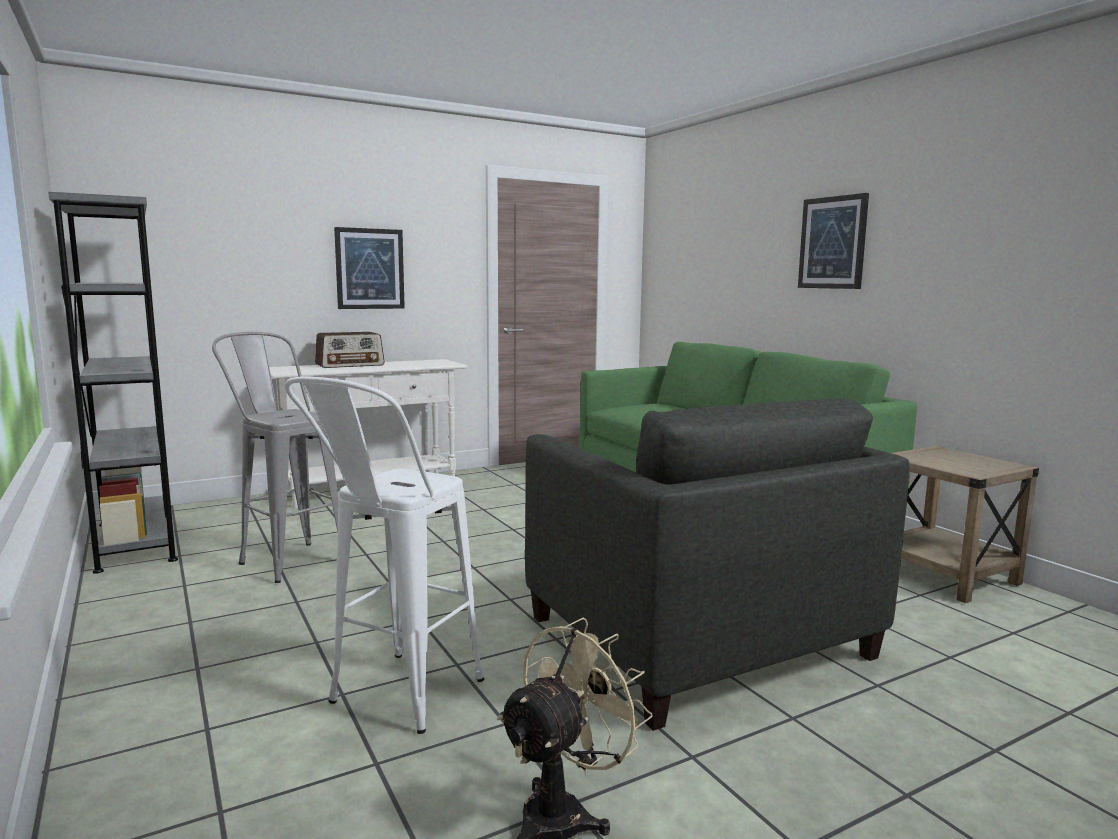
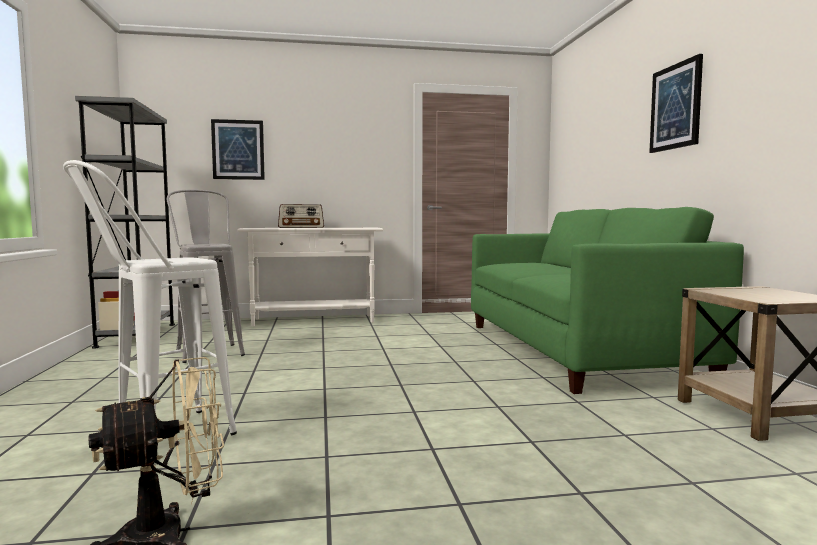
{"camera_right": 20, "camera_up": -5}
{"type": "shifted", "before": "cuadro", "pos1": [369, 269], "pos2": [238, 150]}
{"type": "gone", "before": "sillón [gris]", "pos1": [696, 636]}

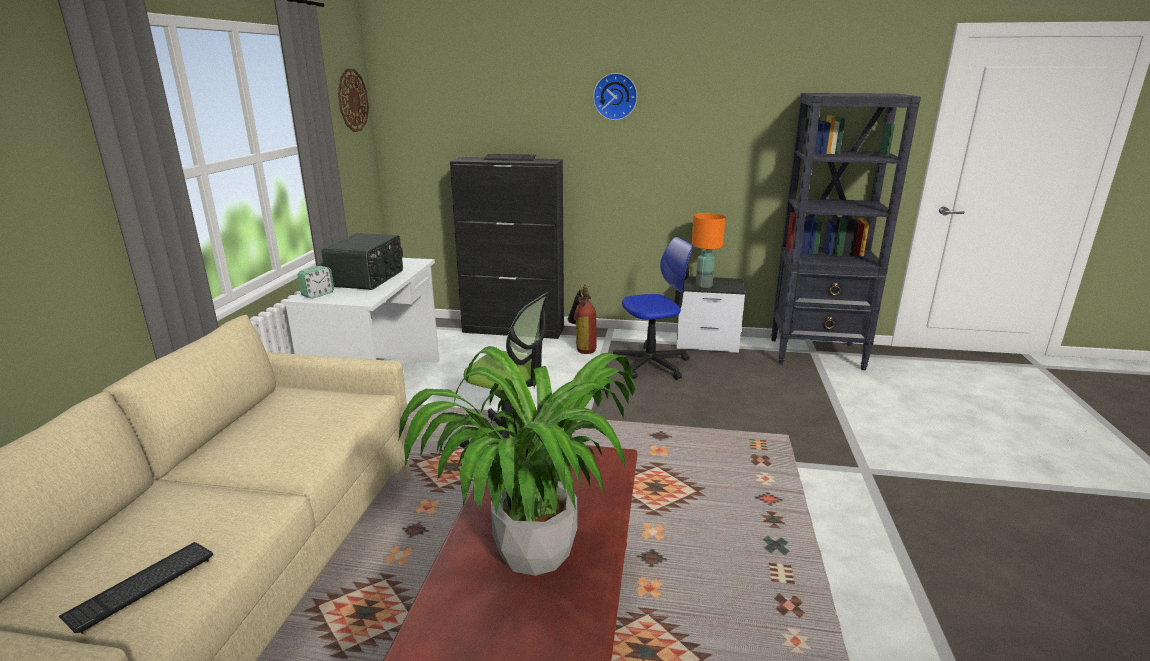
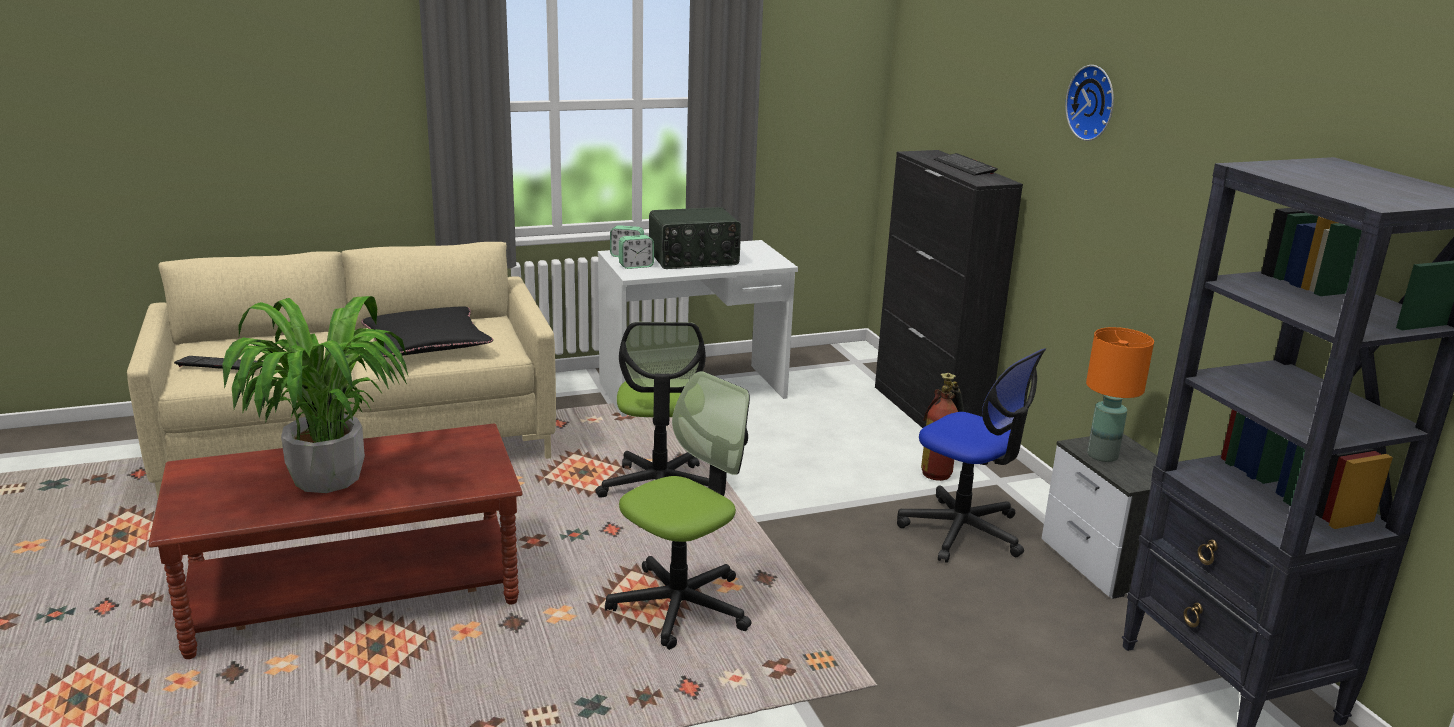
{"camera_right": 60, "camera_up": 0}
{"type": "new", "after": "cojín [negro]", "pos2": [426, 343]}
{"type": "new", "after": "silla de oficina", "pos2": [680, 606]}
{"type": "new", "after": "despertador", "pos2": [636, 266]}
{"type": "gone", "before": "reloj de pared", "pos1": [352, 100]}

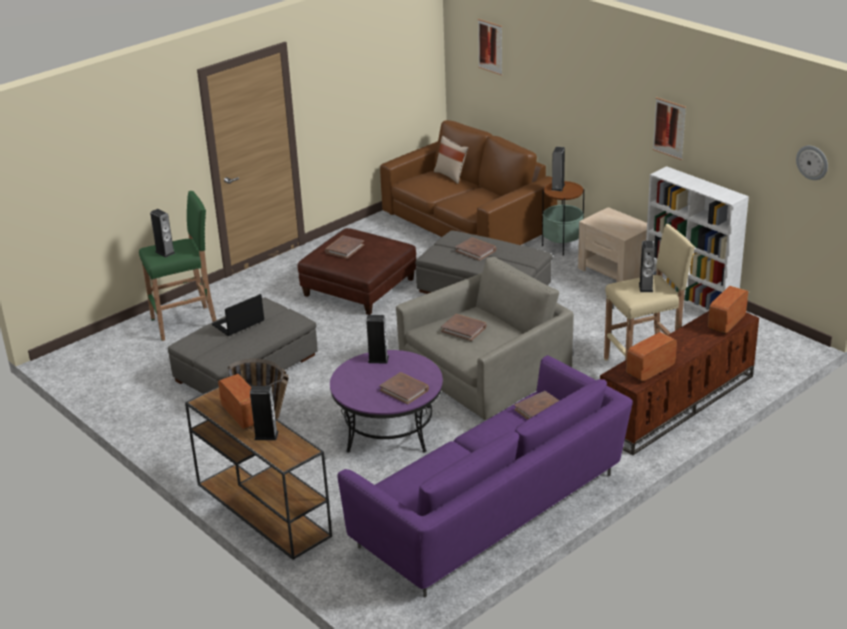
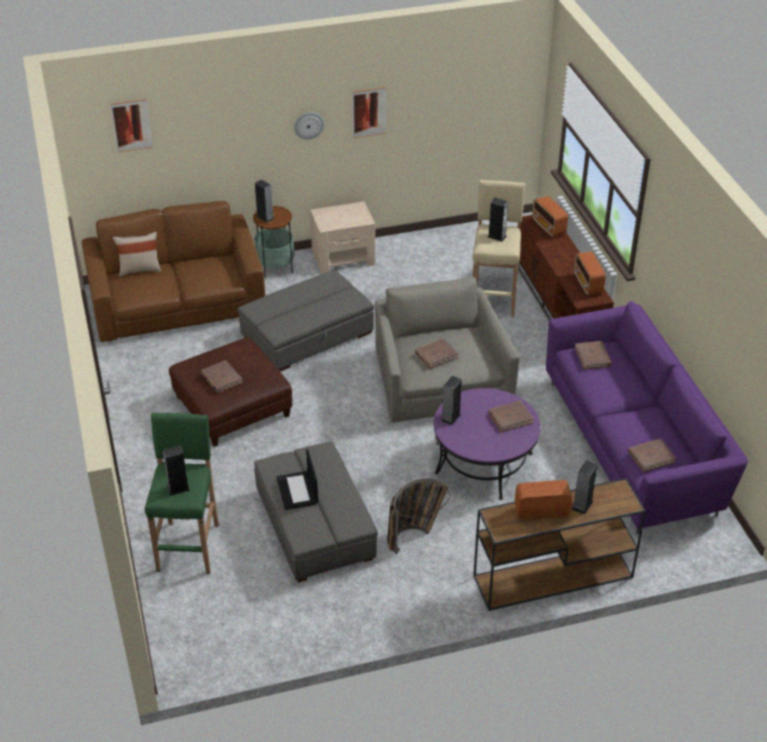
{"camera_right": -65, "camera_up": 10}
{"type": "shifted", "before": "reloj de pared", "pos1": [812, 162], "pos2": [309, 125]}
{"type": "shifted", "before": "libro [marrón]", "pos1": [476, 250], "pos2": [651, 457]}
{"type": "gone", "before": "estantería [blanco]", "pos1": [690, 297]}

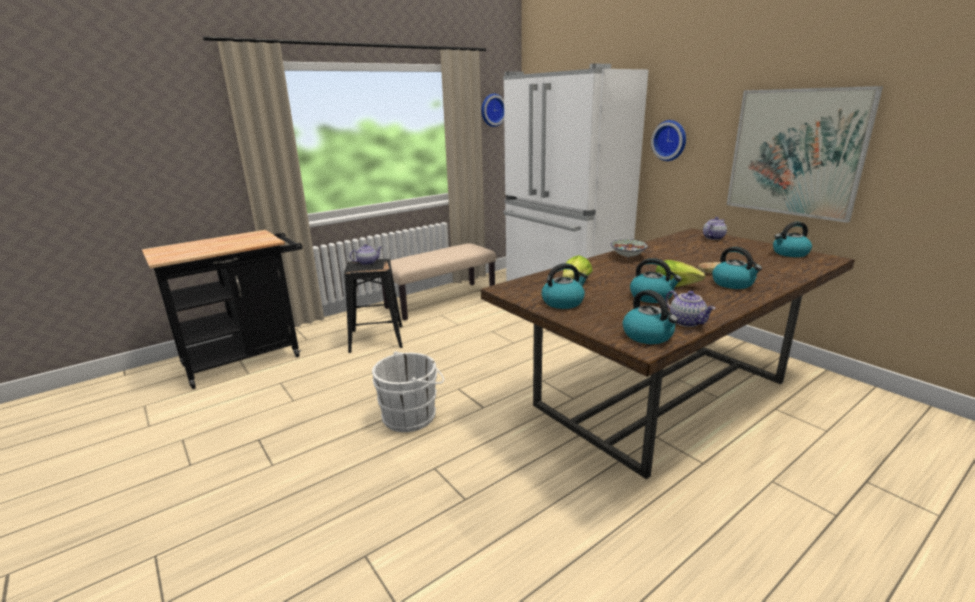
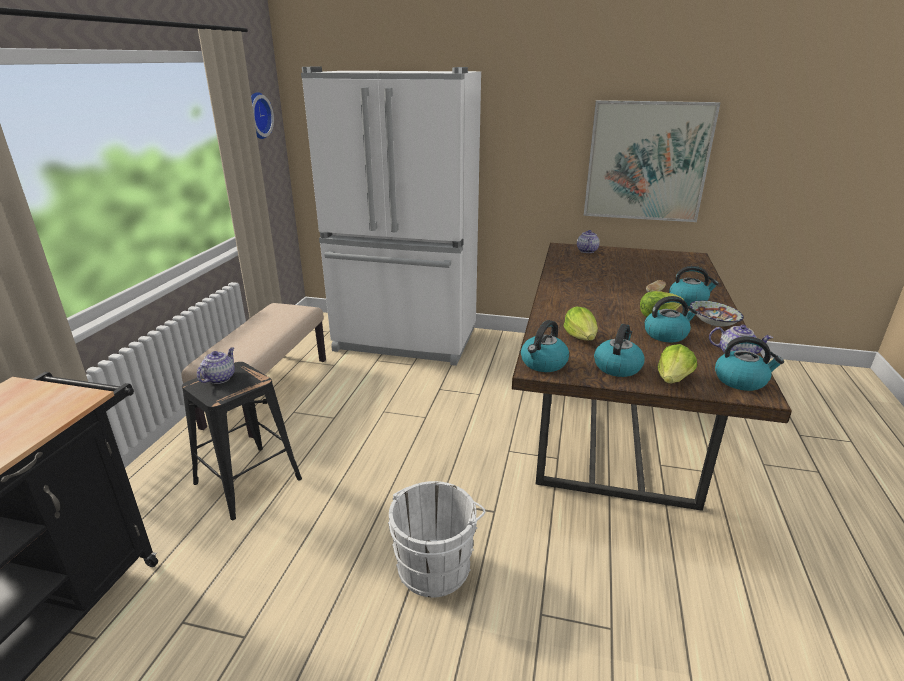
{"camera_right": -40, "camera_up": 5}
{"type": "shifted", "before": "hervidor", "pos1": [790, 253], "pos2": [543, 363]}
{"type": "new", "after": "lechuga", "pos2": [673, 379]}
{"type": "shifted", "before": "cuenco", "pos1": [627, 256], "pos2": [712, 324]}
{"type": "gone", "before": "reloj de pared", "pos1": [670, 140]}

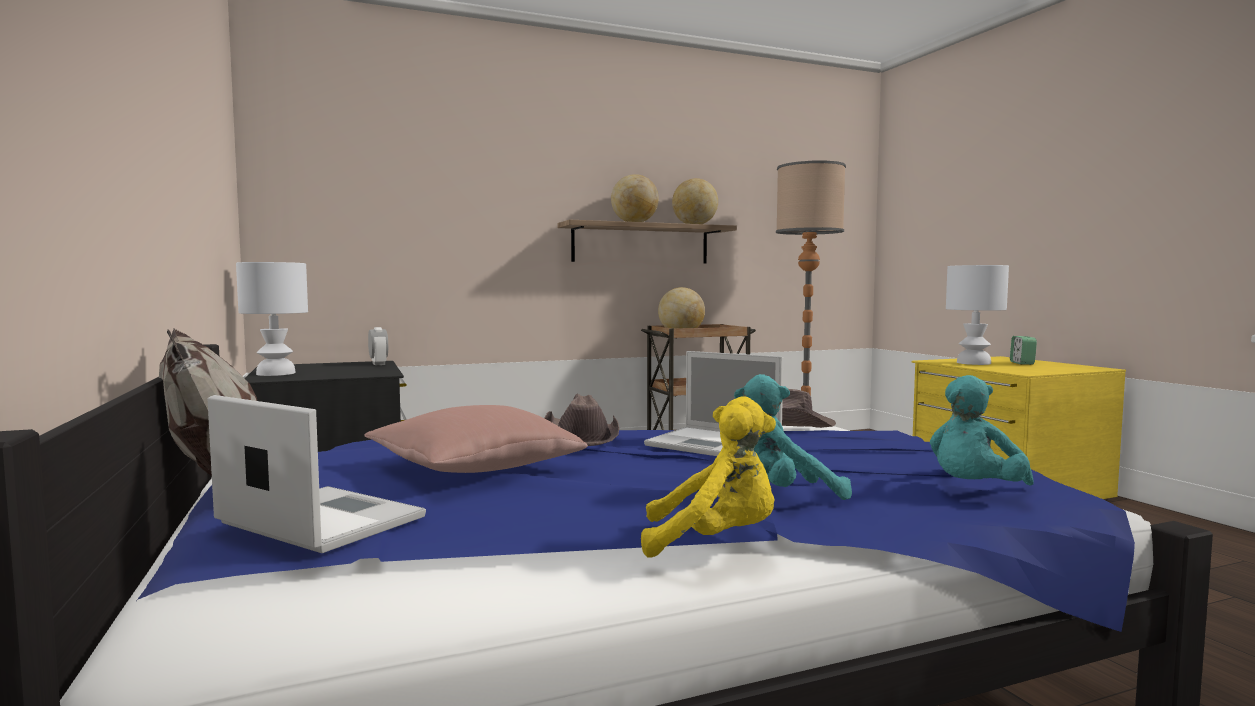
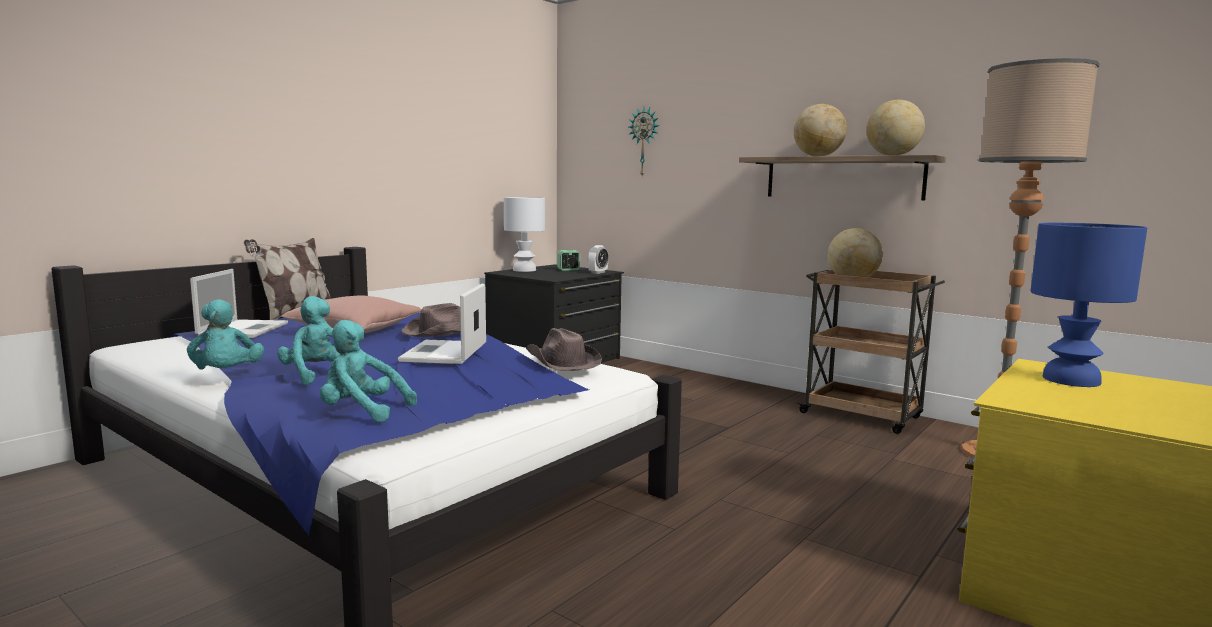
{"camera_right": 60, "camera_up": 5}
{"type": "repainted", "before": "peluche [amarillo]", "after": "peluche [turquesa]", "pos1": [714, 542], "pos2": [227, 375]}
{"type": "shifted", "before": "despertador", "pos1": [1022, 363], "pos2": [568, 270]}
{"type": "new", "after": "reloj de pared", "pos2": [644, 142]}
{"type": "repainted", "before": "lámpara de mesa [blanco]", "after": "lámpara de mesa [azul]", "pos1": [973, 363], "pos2": [1069, 380]}

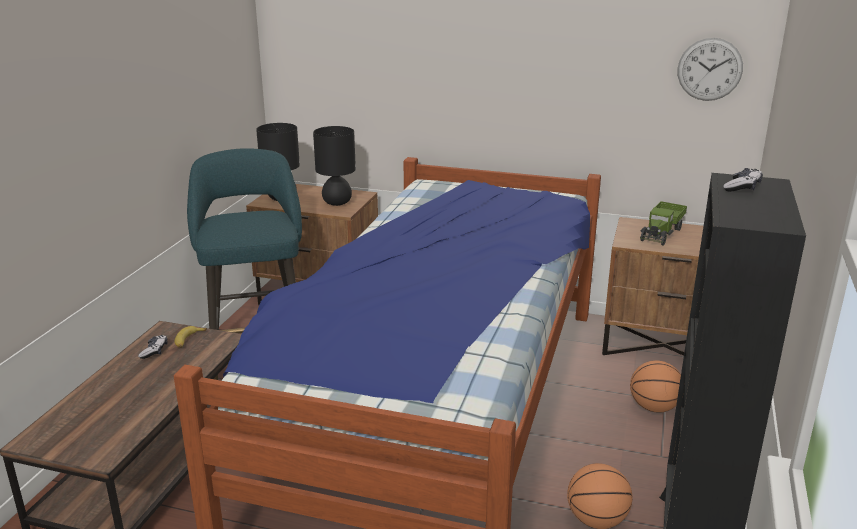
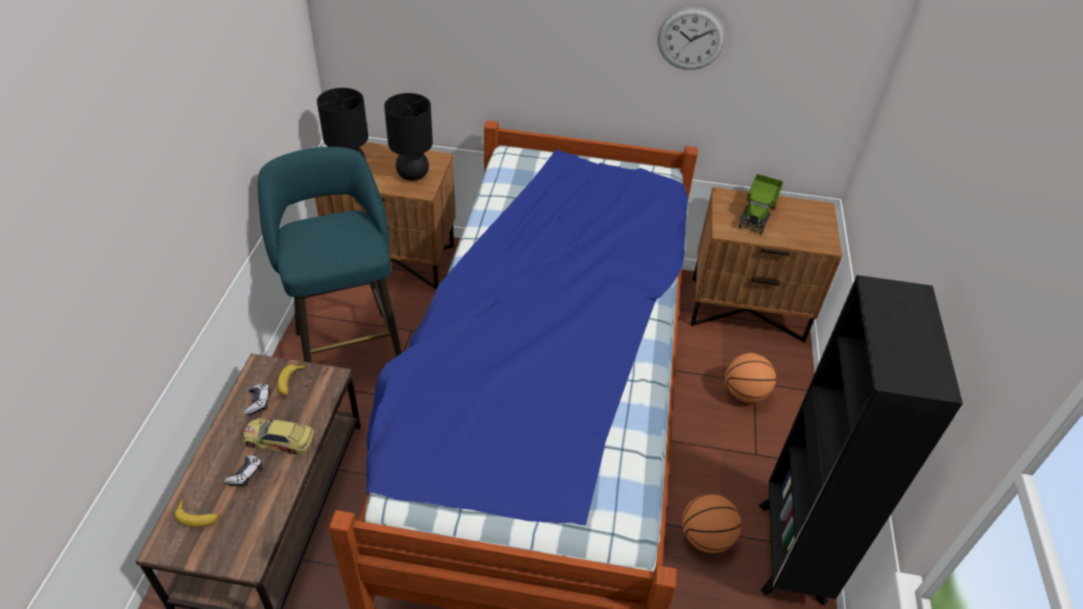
{"camera_right": -10, "camera_up": 20}
{"type": "new", "after": "plátano", "pos2": [198, 516]}
{"type": "shifted", "before": "mando de consola", "pos1": [742, 188], "pos2": [246, 474]}
{"type": "new", "after": "coche de juguete", "pos2": [278, 439]}
{"type": "shifted", "before": "reloj de pared", "pos1": [709, 69], "pos2": [691, 39]}

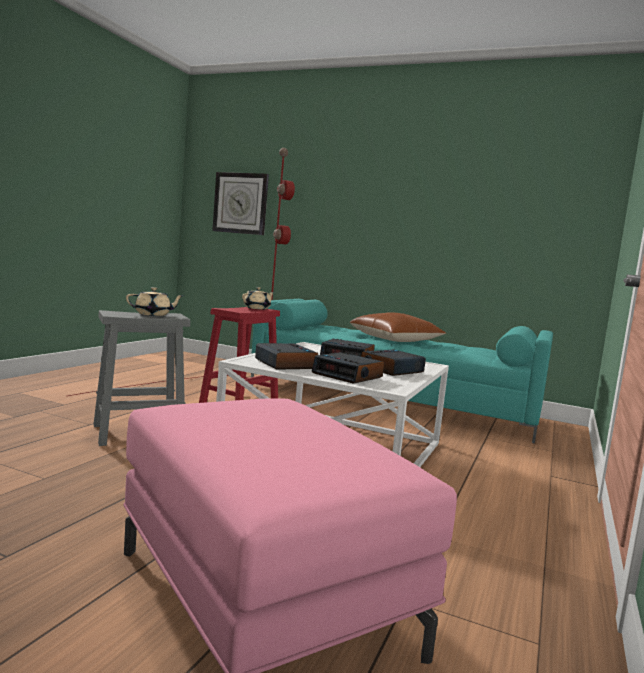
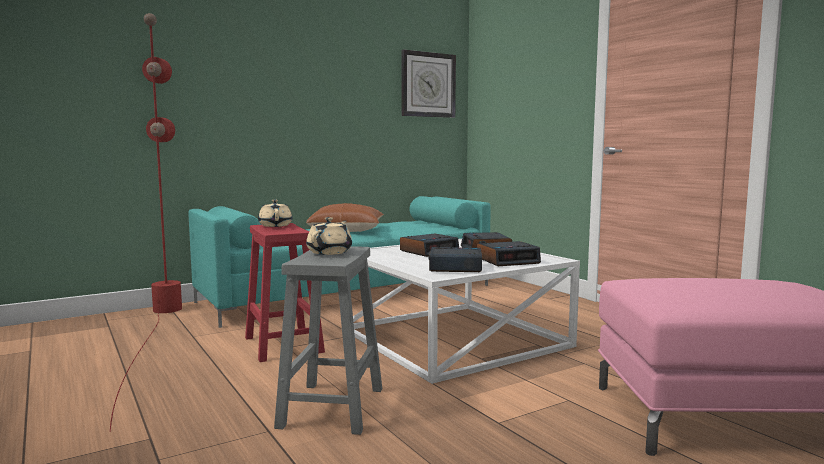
{"camera_right": -55, "camera_up": 0}
{"type": "shifted", "before": "reloj de pared", "pos1": [240, 203], "pos2": [428, 85]}

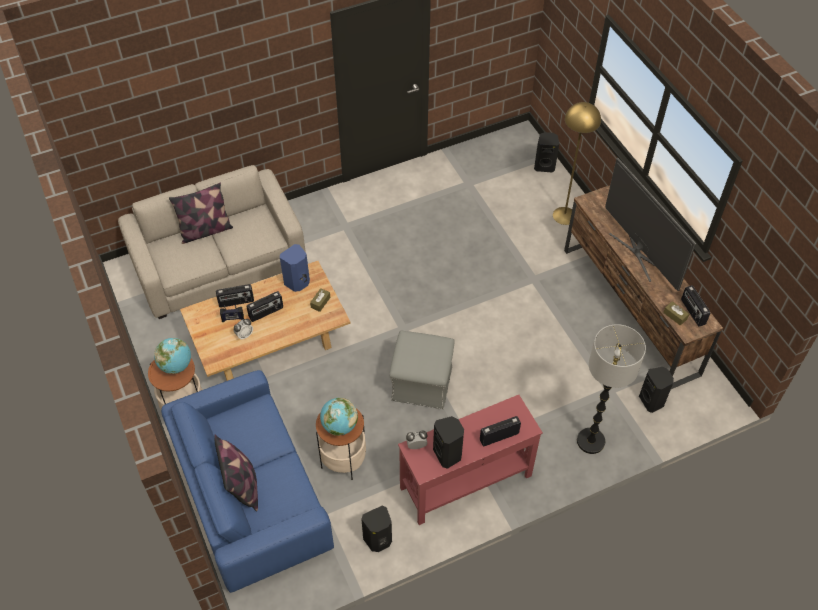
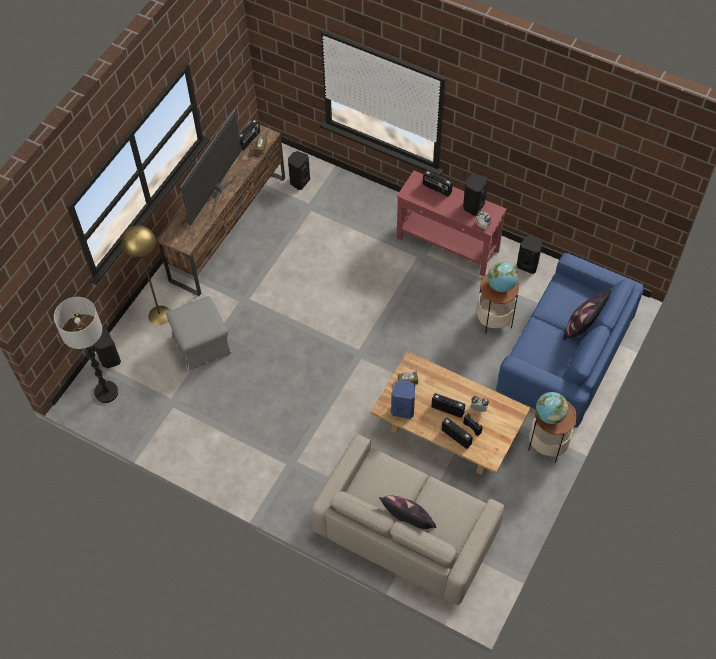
{"camera_right": -125, "camera_up": 5}
{"type": "shifted", "before": "lámpara de pie", "pos1": [590, 441], "pos2": [106, 392]}
{"type": "shifted", "before": "puf [gris]", "pos1": [421, 383], "pos2": [202, 345]}

